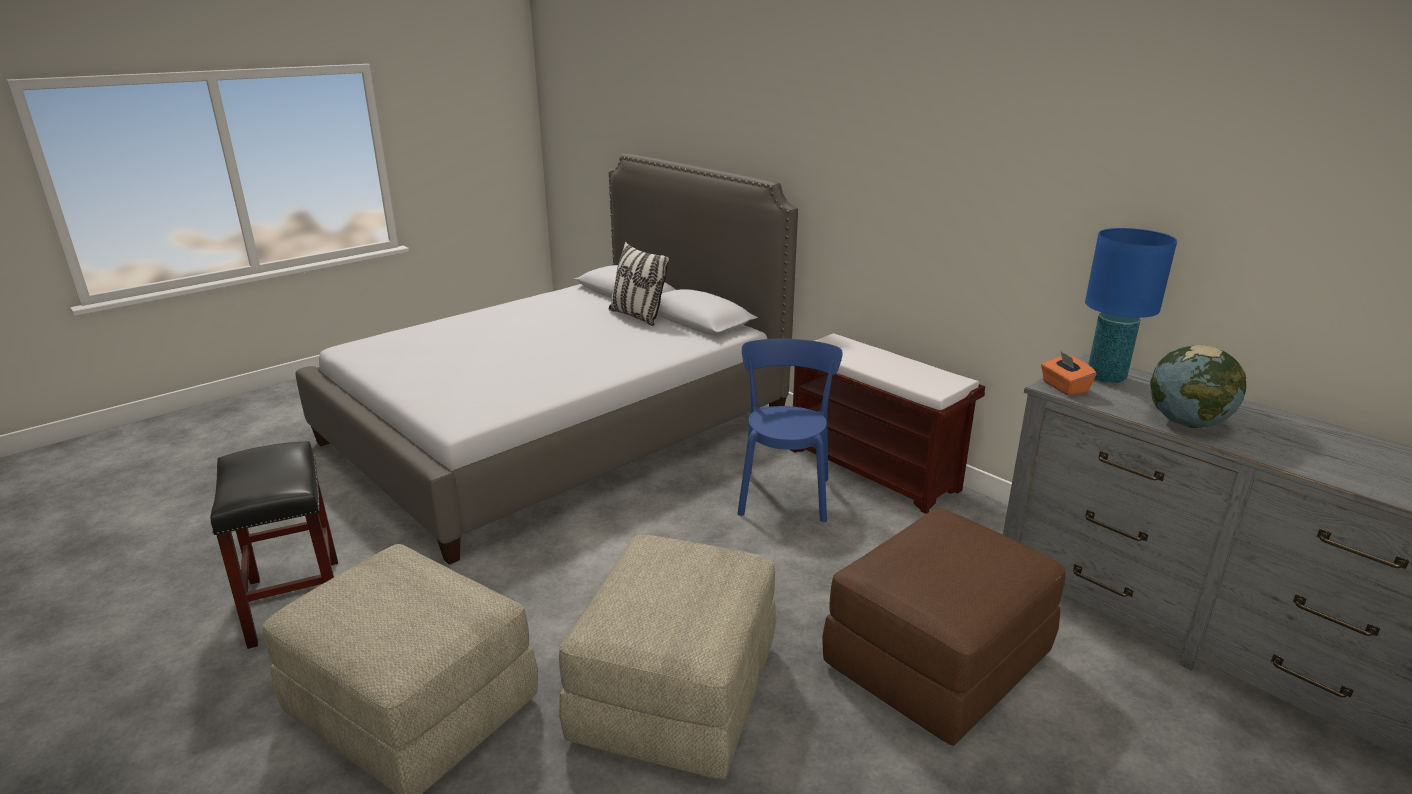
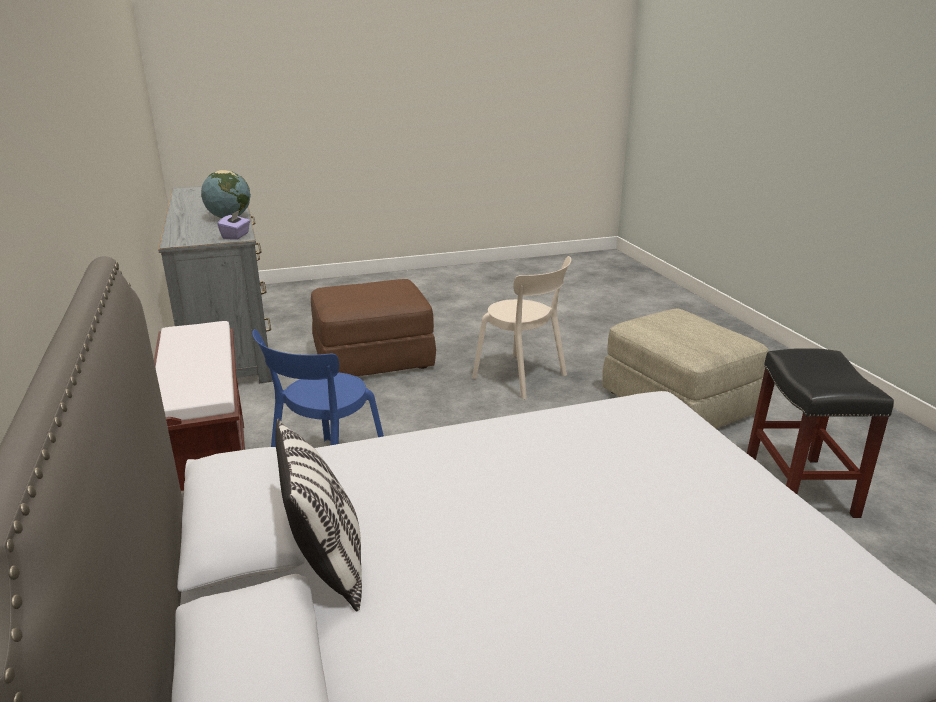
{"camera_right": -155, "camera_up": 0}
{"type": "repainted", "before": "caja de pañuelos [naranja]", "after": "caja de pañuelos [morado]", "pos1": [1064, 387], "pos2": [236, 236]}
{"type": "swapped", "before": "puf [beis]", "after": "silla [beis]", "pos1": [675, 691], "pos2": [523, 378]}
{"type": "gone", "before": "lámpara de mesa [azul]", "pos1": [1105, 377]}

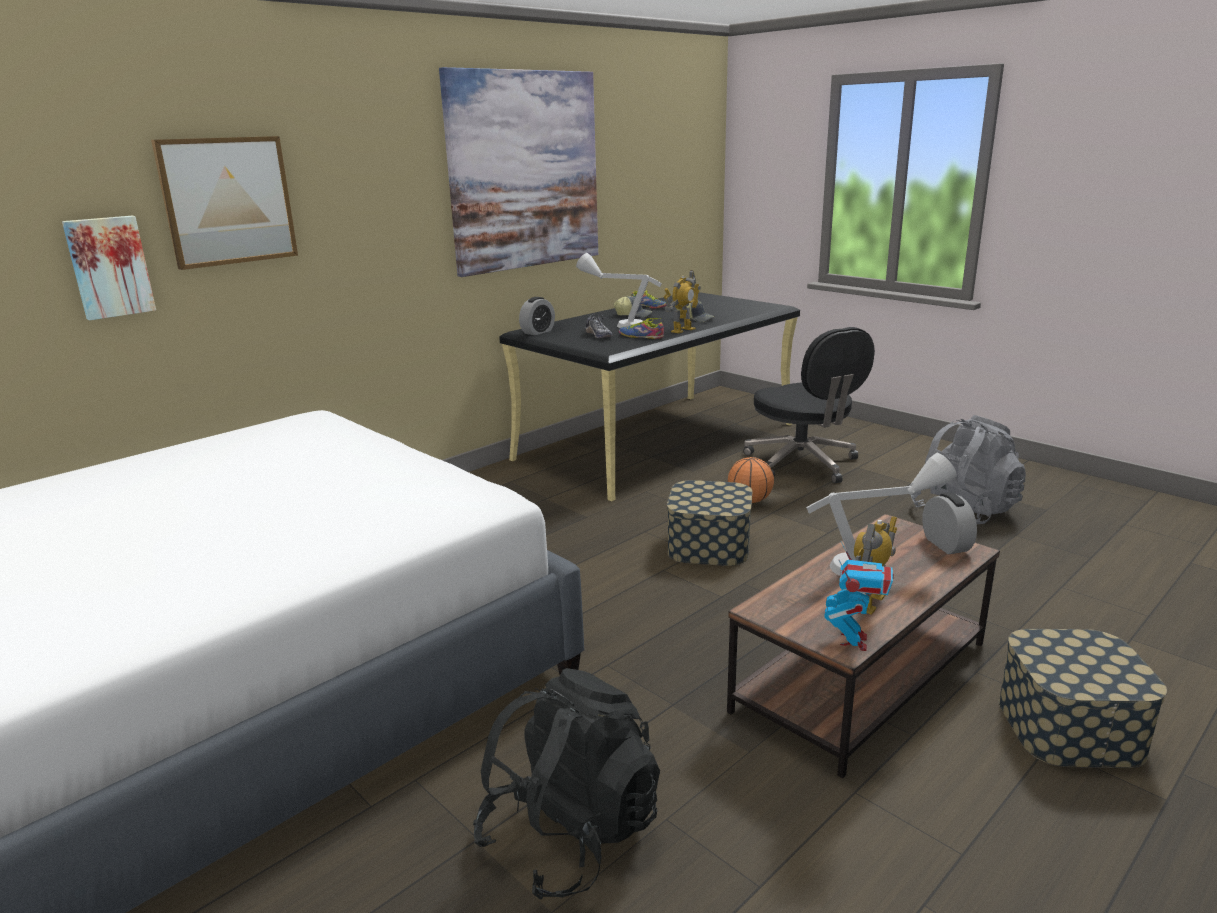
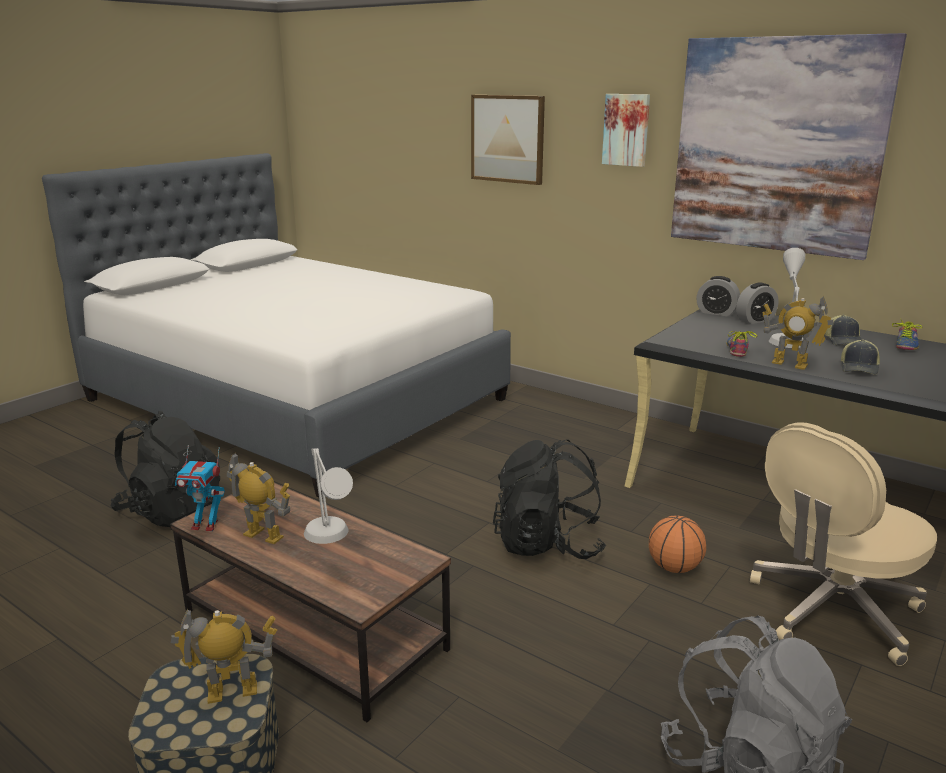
{"camera_right": 80, "camera_up": 0}
{"type": "new", "after": "robot de juguete", "pos2": [232, 692]}
{"type": "swapped", "before": "caja de almacenaje", "after": "mochila [negro]", "pos1": [709, 545], "pos2": [547, 544]}
{"type": "shifted", "before": "cuadro", "pos1": [109, 267], "pos2": [626, 130]}
{"type": "shifted", "before": "despertador", "pos1": [946, 545], "pos2": [755, 320]}
{"type": "repainted", "before": "silla de oficina [negro]", "after": "silla de oficina [beis]", "pos1": [802, 464], "pos2": [832, 611]}
{"type": "gone", "before": "zapato", "pos1": [598, 335]}

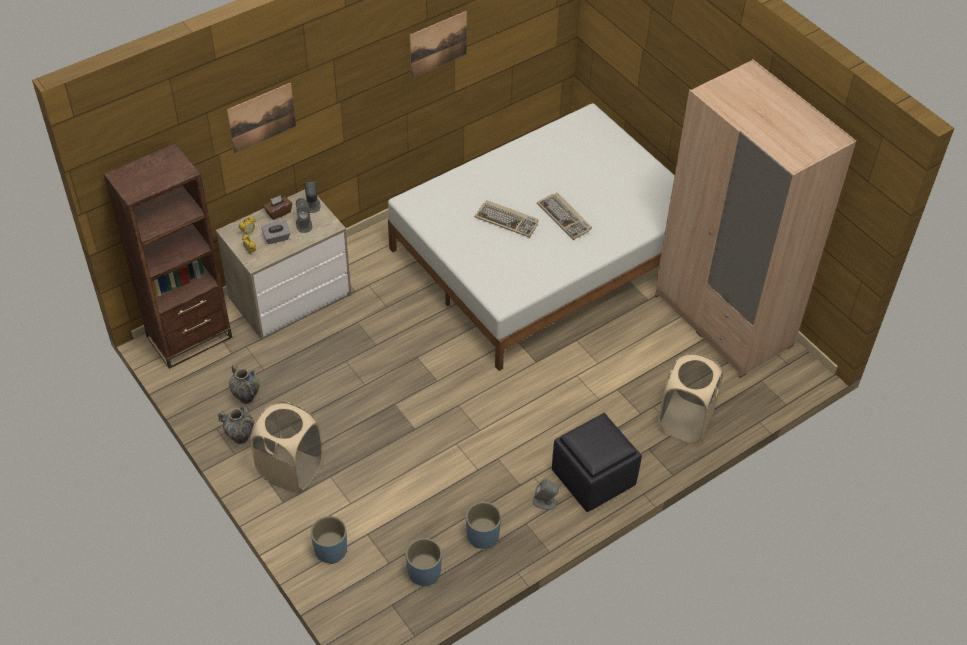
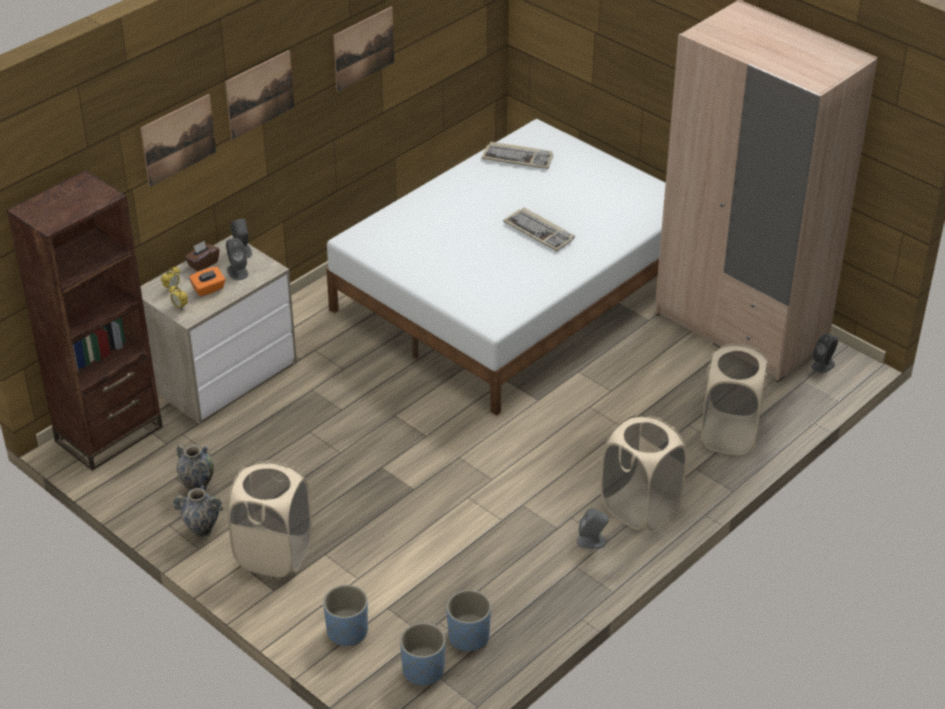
{"camera_right": -10, "camera_up": -10}
{"type": "repainted", "before": "caja de pañuelos [gris]", "after": "caja de pañuelos [naranja]", "pos1": [277, 238], "pos2": [208, 289]}
{"type": "new", "after": "cuadro", "pos2": [260, 94]}
{"type": "shifted", "before": "maceta [azul]", "pos1": [482, 535], "pos2": [423, 670]}
{"type": "shifted", "before": "teclado", "pos1": [507, 220], "pos2": [518, 158]}
{"type": "swapped", "before": "puf [negro]", "after": "cesto de la ropa [beis]", "pos1": [592, 478], "pos2": [640, 507]}
{"type": "new", "after": "altavoz [gris]", "pos2": [823, 365]}

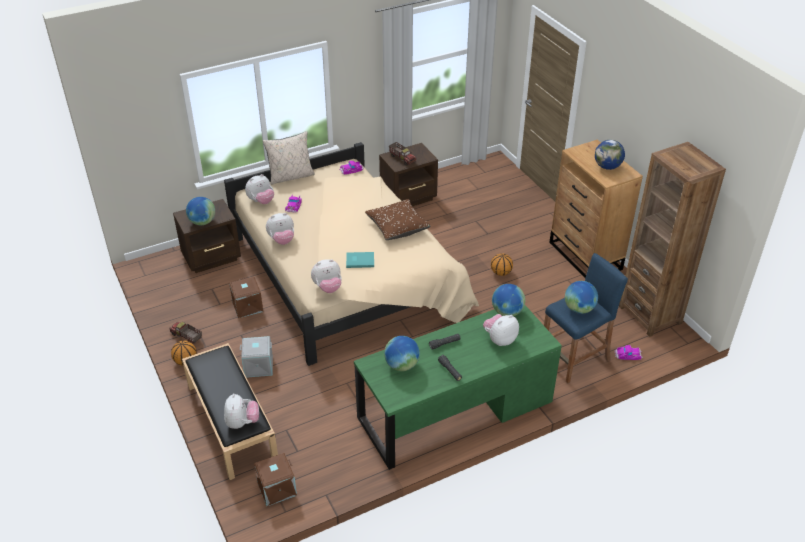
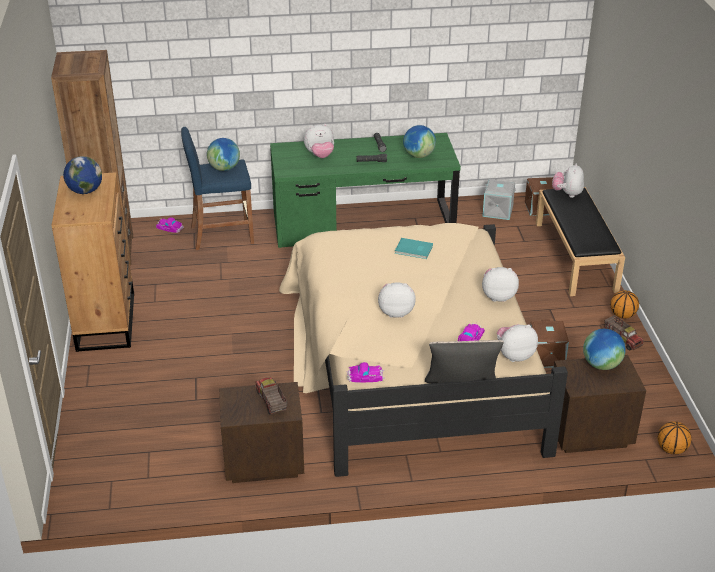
{"camera_right": -160, "camera_up": -5}
{"type": "shifted", "before": "peluche", "pos1": [327, 288], "pos2": [396, 312]}
{"type": "shifted", "before": "caja de almacenaje [gris]", "pos1": [258, 366], "pos2": [498, 211]}
{"type": "shifted", "before": "balón de baloncesto", "pos1": [501, 272], "pos2": [671, 449]}
{"type": "gone", "before": "cojín [marrón]", "pos1": [397, 227]}
{"type": "gone", "before": "globo terráqueo", "pos1": [507, 312]}

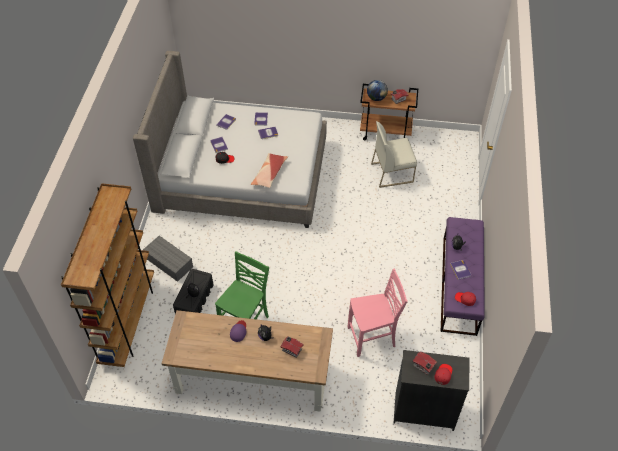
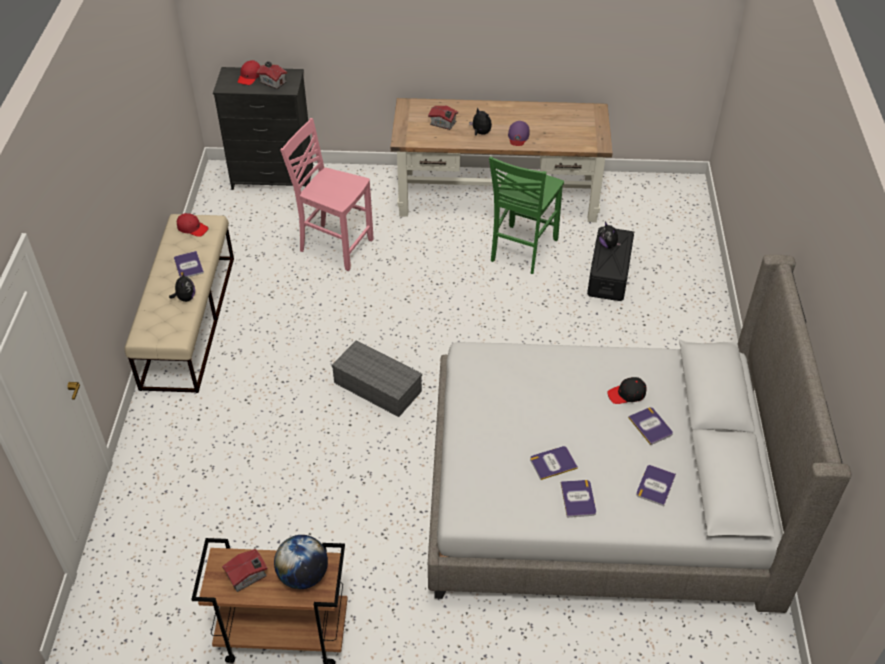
{"camera_right": 175, "camera_up": -5}
{"type": "repainted", "before": "banco [morado]", "after": "banco [beis]", "pos1": [459, 285], "pos2": [189, 320]}
{"type": "rotated", "before": "silla [rosa]", "pos1": [372, 338], "pos2": [334, 245], "turn": 45}
{"type": "shifted", "before": "caja de almacenaje [gris]", "pos1": [170, 262], "pos2": [376, 387]}
{"type": "gone", "before": "estantería [marrón]", "pos1": [128, 321]}
{"type": "gone", "before": "cojín", "pos1": [269, 174]}
{"type": "gone", "before": "silla [blanco]", "pos1": [392, 172]}

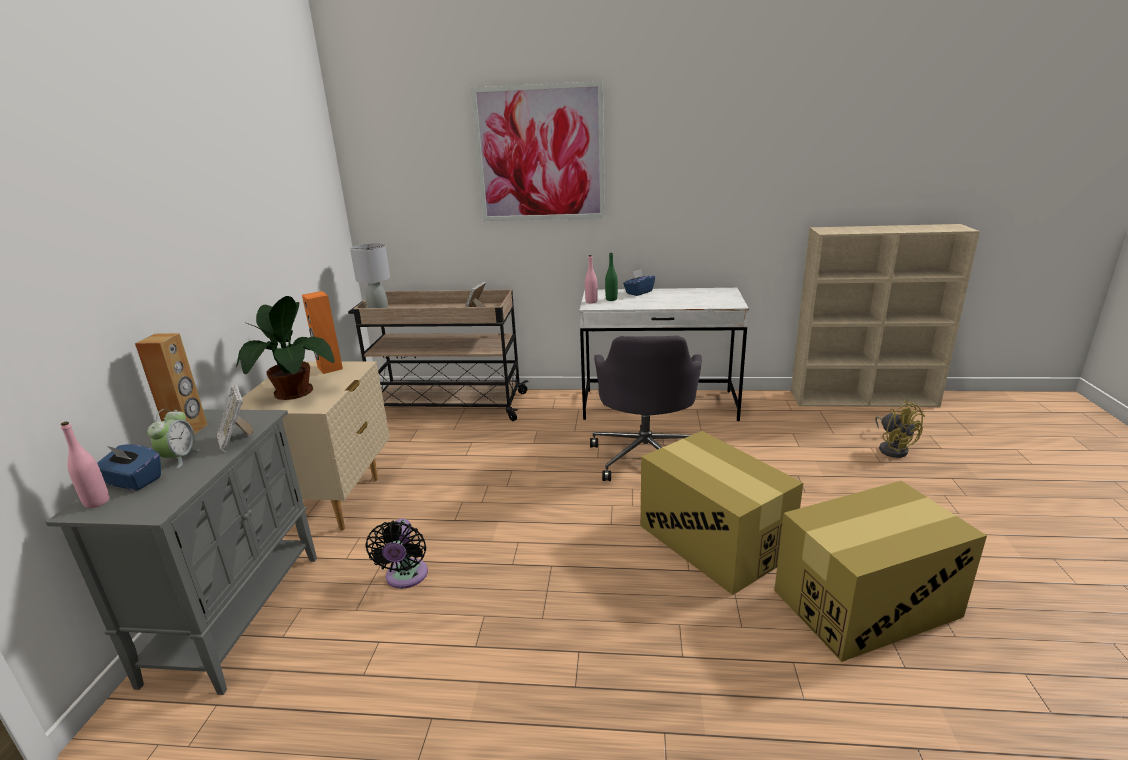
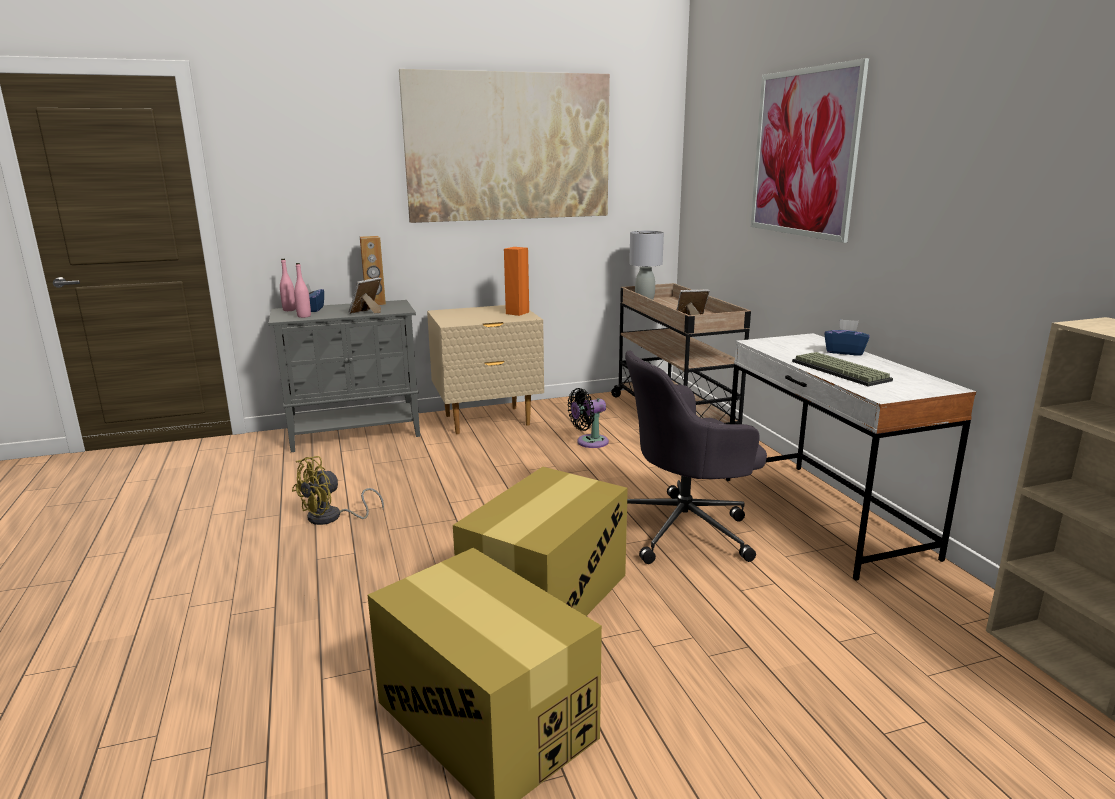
{"camera_right": 65, "camera_up": -5}
{"type": "shifted", "before": "ventilador [amarillo]", "pos1": [893, 448], "pos2": [332, 518]}
{"type": "shifted", "before": "botella [rosa]", "pos1": [591, 302], "pos2": [304, 316]}
{"type": "new", "after": "cuadro", "pos2": [509, 147]}
{"type": "shifted", "before": "ventilador [negro]", "pos1": [405, 577], "pos2": [589, 442]}
{"type": "new", "after": "teclado", "pos2": [842, 371]}
{"type": "gone", "before": "despertador", "pos1": [180, 458]}
{"type": "gone", "before": "planta en maceta", "pos1": [293, 393]}
{"type": "gone", "before": "botella [verde]", "pos1": [611, 299]}

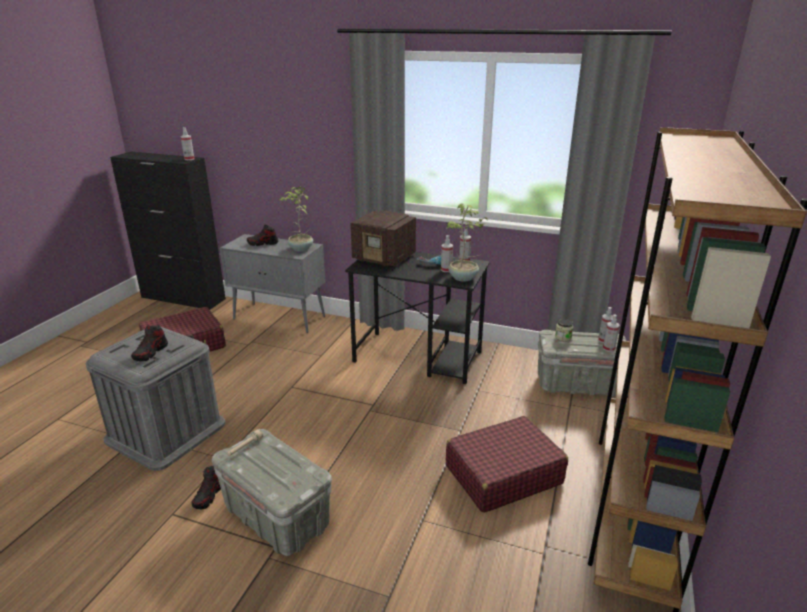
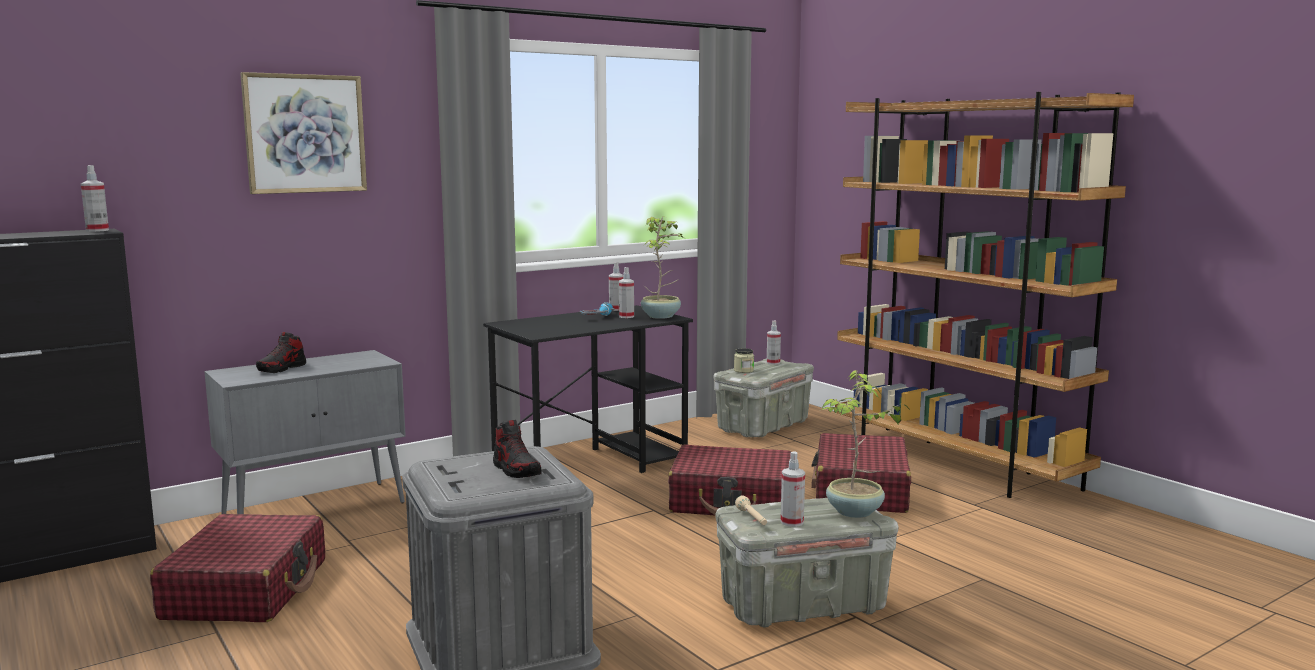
{"camera_right": -55, "camera_up": -15}
{"type": "new", "after": "cuadro", "pos2": [305, 133]}
{"type": "new", "after": "maleta [rojo]", "pos2": [732, 501]}
{"type": "shifted", "before": "pulverizador", "pos1": [608, 348], "pos2": [792, 522]}
{"type": "shifted", "before": "planta en maceta", "pos1": [300, 249], "pos2": [855, 512]}
{"type": "gone", "before": "zapato", "pos1": [209, 495]}
{"type": "gone", "before": "radio", "pos1": [385, 258]}

